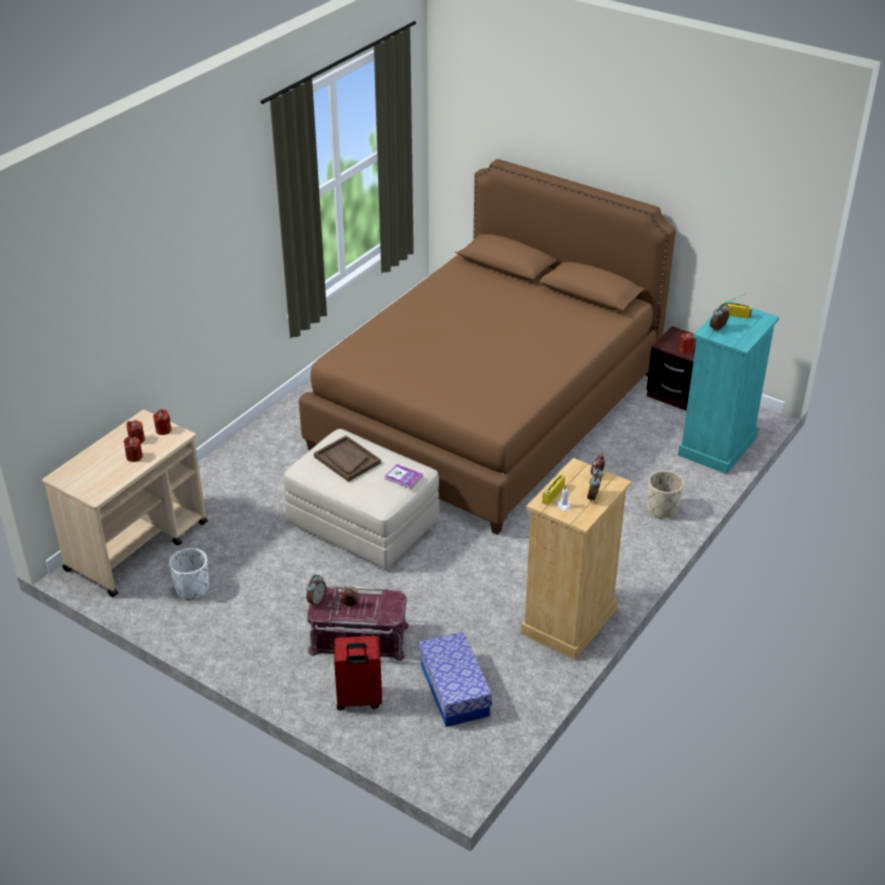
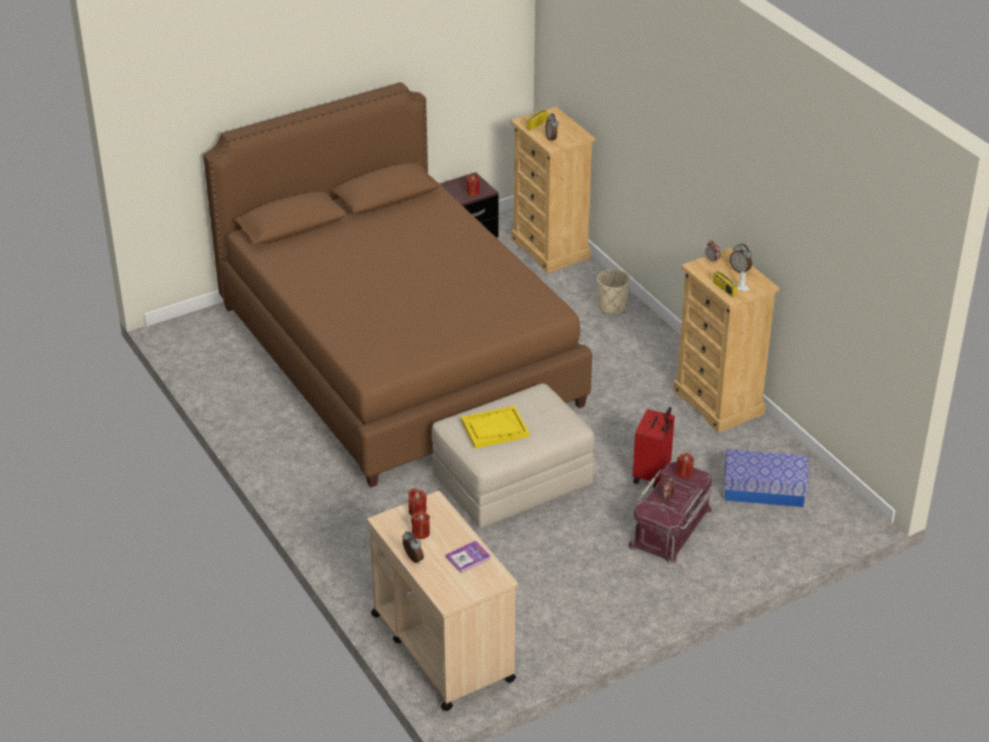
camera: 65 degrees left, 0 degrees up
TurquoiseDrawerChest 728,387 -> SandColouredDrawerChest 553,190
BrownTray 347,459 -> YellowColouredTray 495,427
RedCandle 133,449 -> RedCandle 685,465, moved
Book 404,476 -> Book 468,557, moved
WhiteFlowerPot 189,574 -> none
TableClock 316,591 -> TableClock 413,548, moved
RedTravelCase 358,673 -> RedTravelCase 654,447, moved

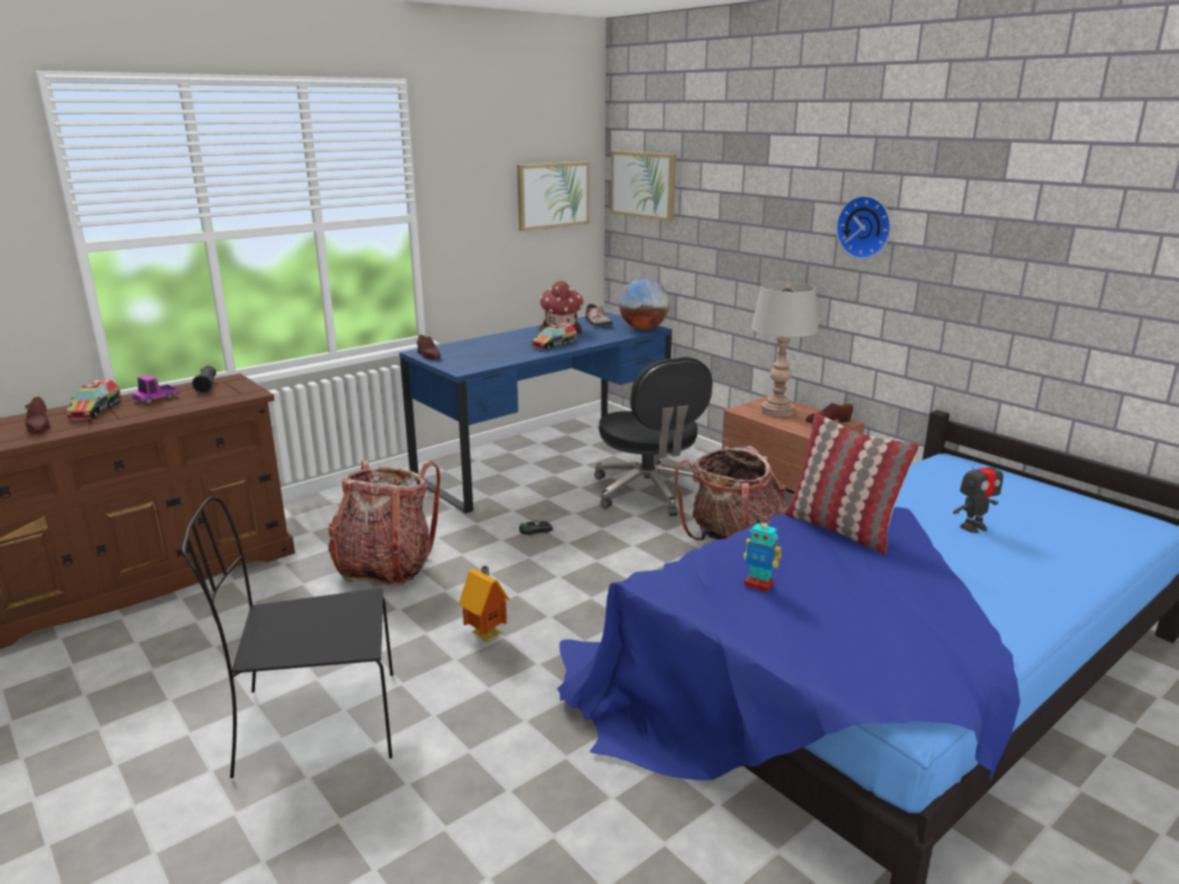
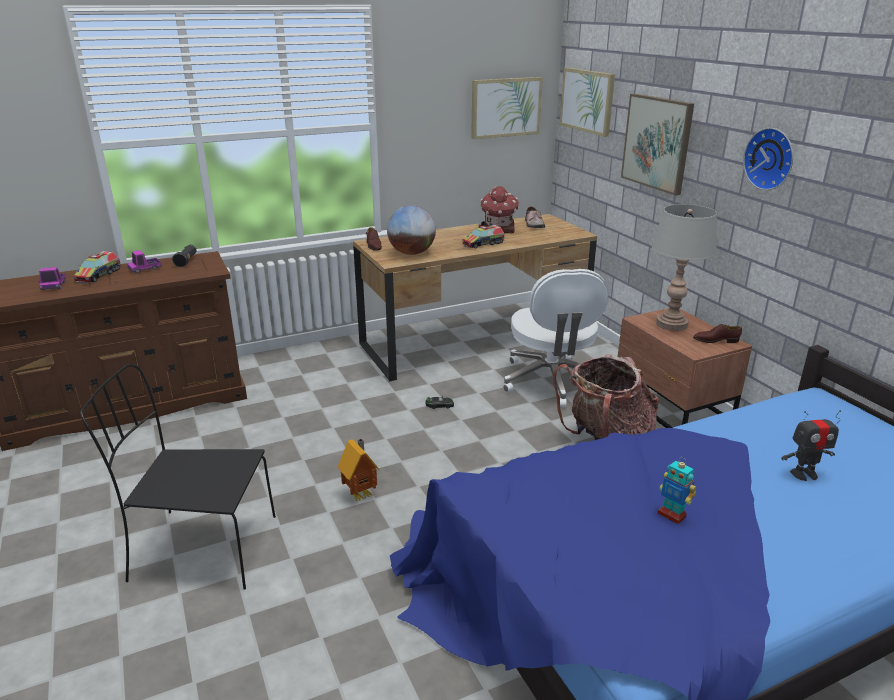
camera: 15 degrees right, 5 degrees up
WorldGlobe 644,304 -> WorldGlobe 411,230, moved
BlueDeskTable 535,413 -> BrownDeskTable 475,298
BlackComputerChair 653,436 -> WhiteComputerChair 555,338
BrownShoe 37,415 -> ToyLorry 52,278
Cushion 851,483 -> none
Knapsack 384,523 -> none
RobotFigure 762,554 -> RobotFigure 677,490, moved
none -> Picture 657,145

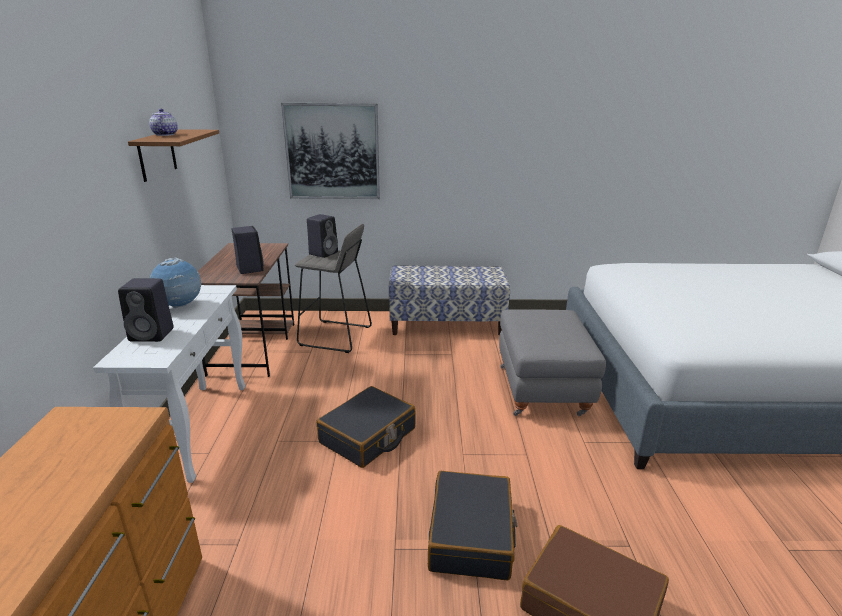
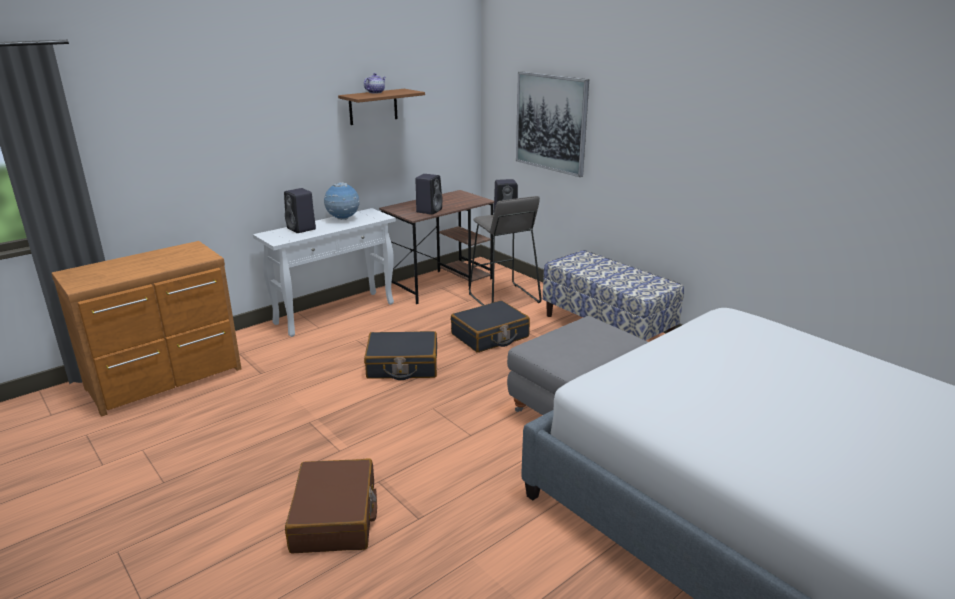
camera: 50 degrees right, 0 degrees up
BlackTravelCase 472,526 -> BlackTravelCase 490,326, moved

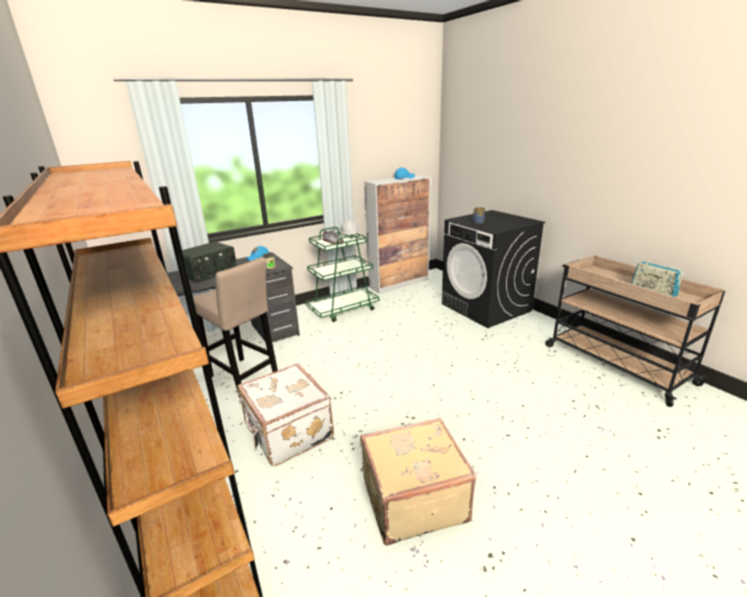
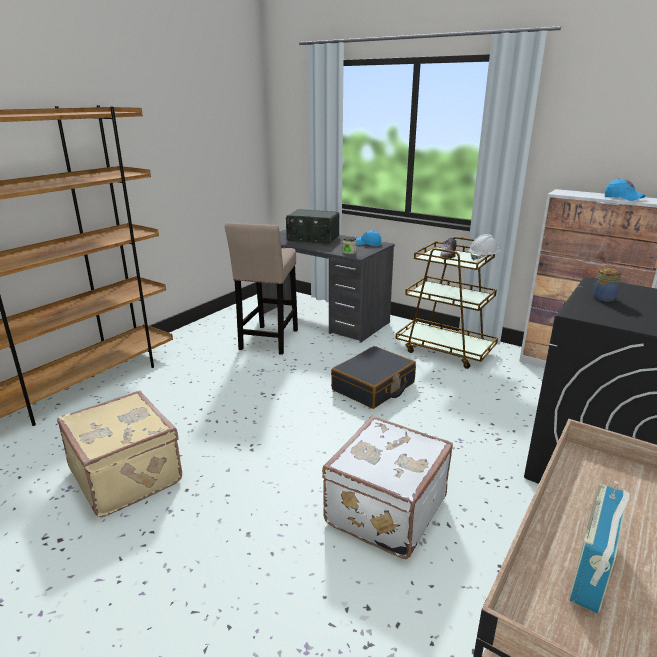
camera: 65 degrees right, 0 degrees up
GreenishTrolley 342,274 -> BrownTrolley 446,303
WhiteTravelCase 285,414 -> WhiteTravelCase 387,487, moved
none -> BlackTravelCase 373,377

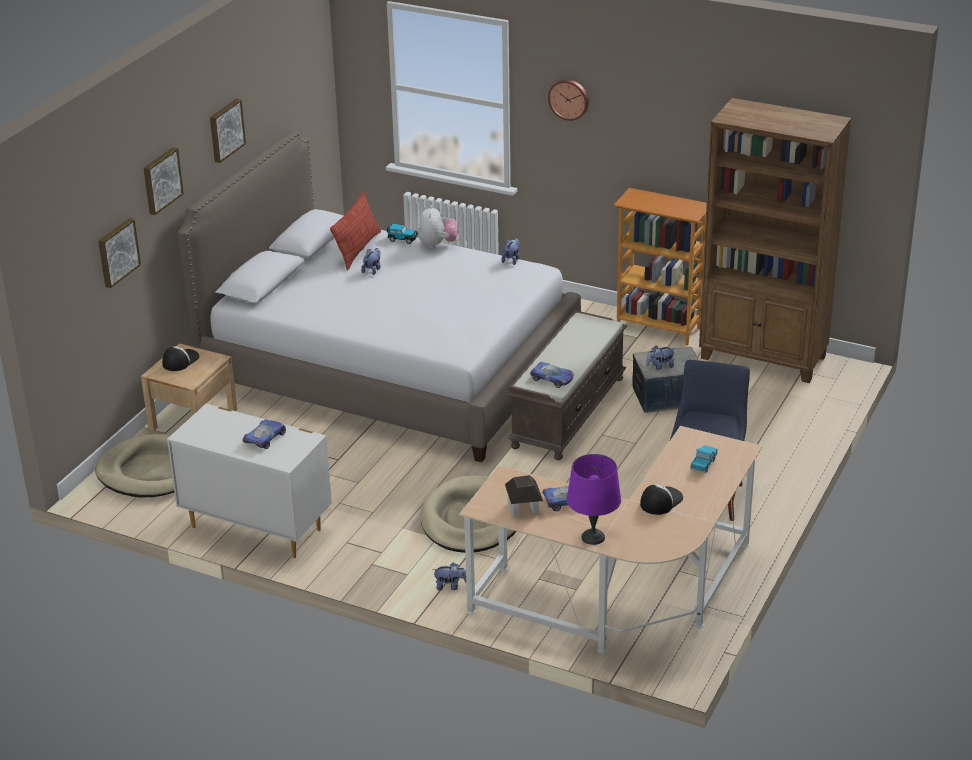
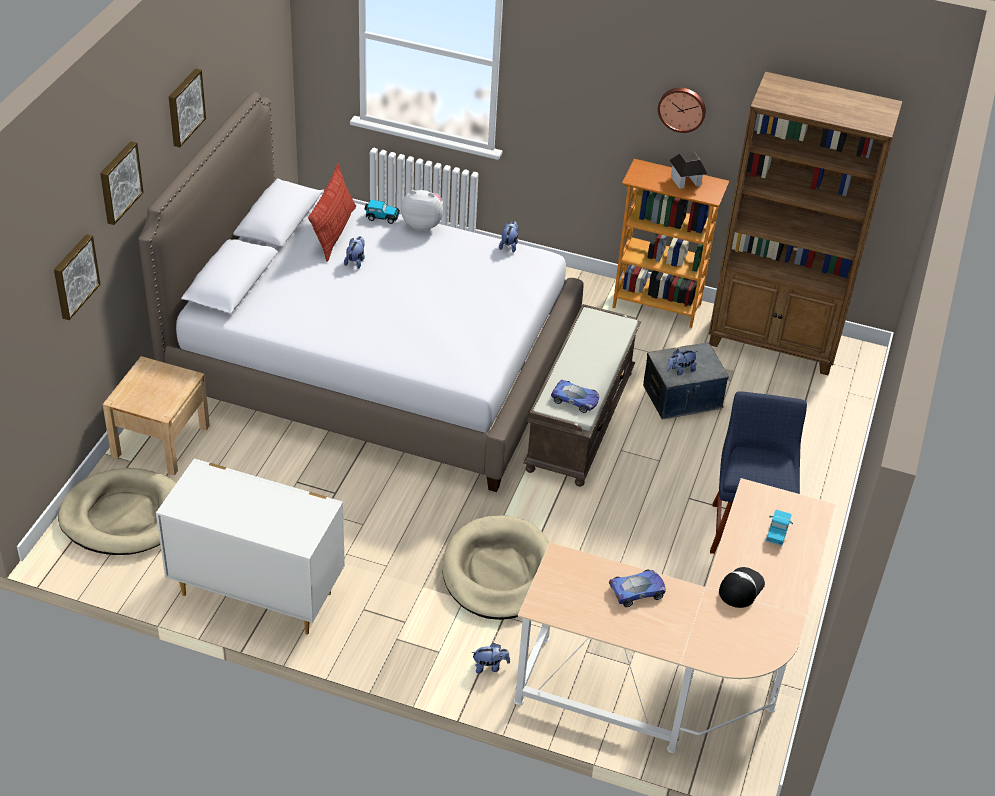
camera: 10 degrees left, 10 degrees up
HangingClock 568,100 -> HangingClock 682,110, moved
SoftToy 438,226 -> SoftToy 422,210, 75 degrees counterclockwise
PeakedCap 180,358 -> none
MiniatureCar 264,434 -> none
PurpleColouredTabletopLamp 594,499 -> none
ModelHouse 524,496 -> ModelHouse 688,170, moved

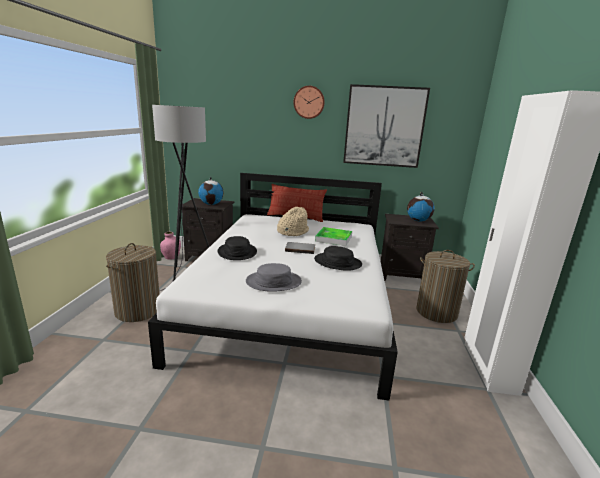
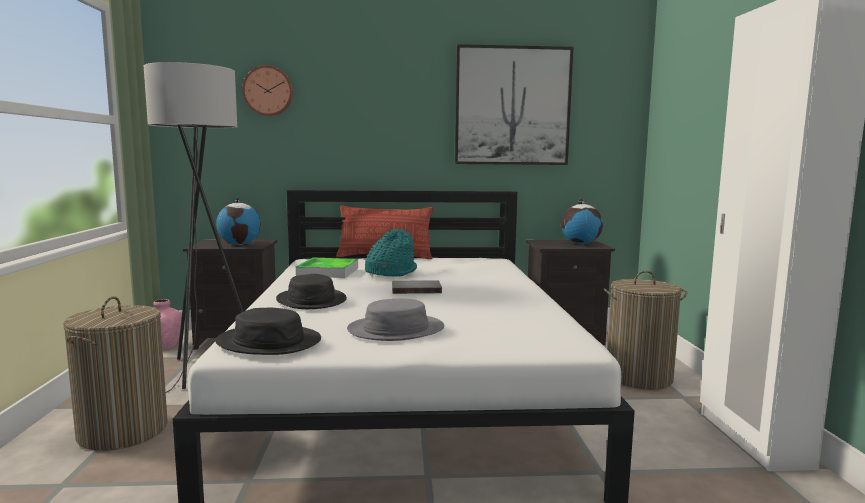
camera: 10 degrees left, 10 degrees down
HangingClock 309,102 -> HangingClock 267,90, moved
SandColouredHat 293,221 -> TurquoiseHat 391,253
Tray 333,236 -> Tray 327,267, moved
BlackHat 338,258 -> BlackHat 268,331, moved

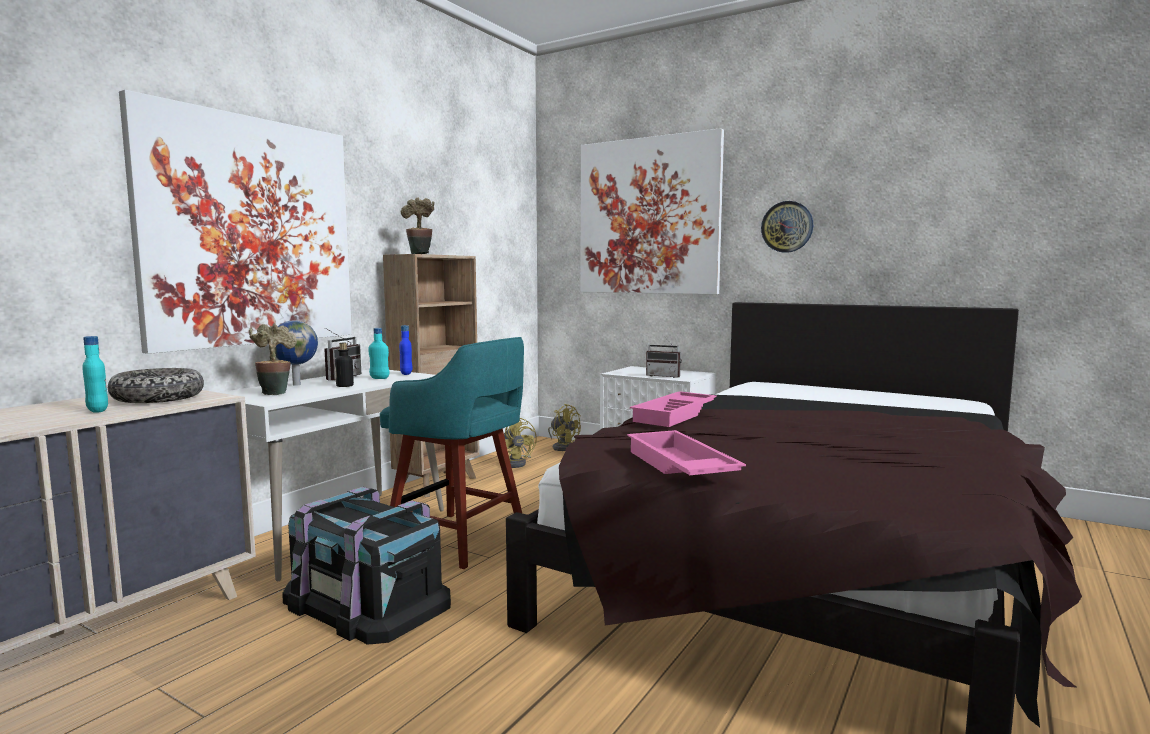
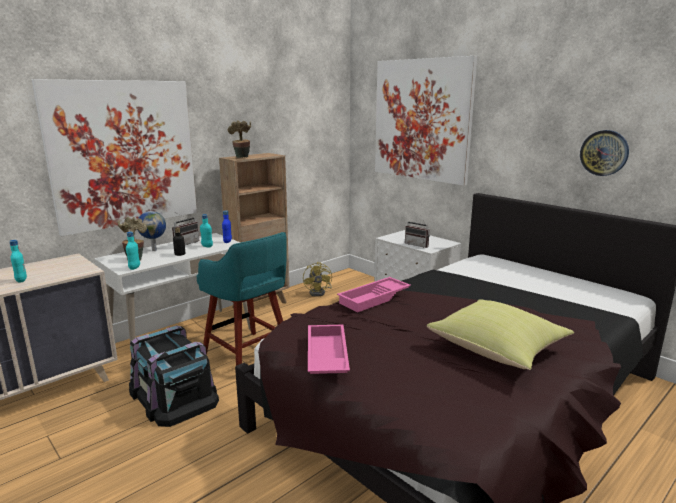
camera: 15 degrees right, 10 degrees up
HangingClock 787,227 -> HangingClock 604,153, moved
ServingBowl 156,385 -> none
YellowColouredFan 564,427 -> none
none -> TurquoiseBeverageBottle 133,251
none -> YellowColouredCushion 500,334

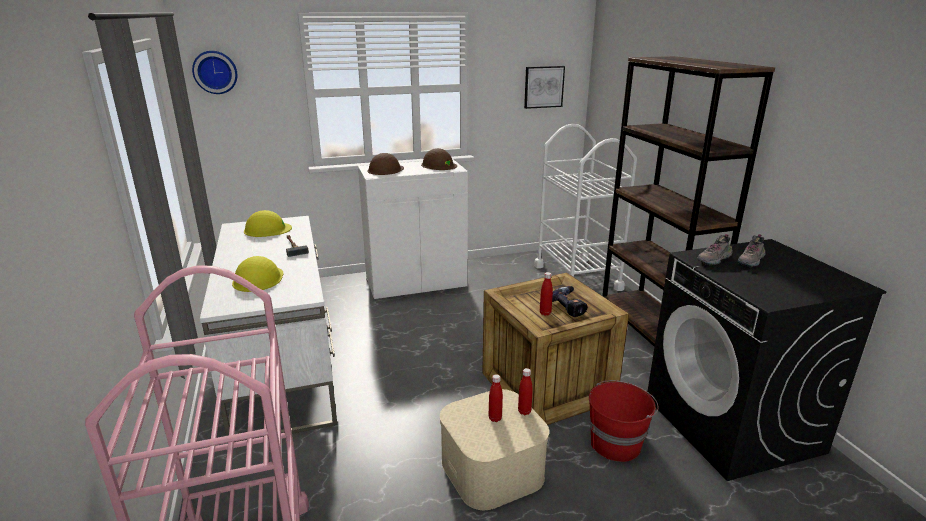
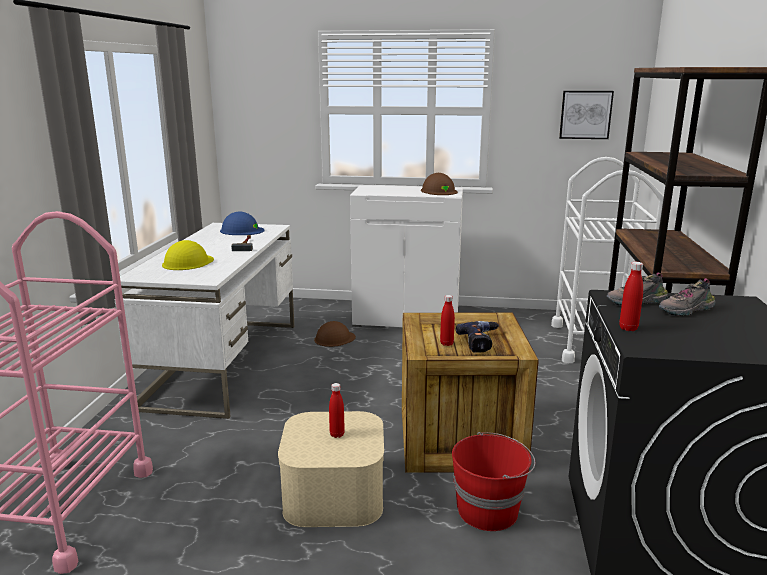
camera: 25 degrees right, 5 degrees down
HangingClock 214,72 -> none
BrownSafetyHelmet 385,164 -> BrownSafetyHelmet 335,334, moved
YellowColouredSafetyHelmet 268,223 -> BlueSafetyHelmet 242,223
RedBeverageBottle 525,391 -> RedBeverageBottle 631,296, moved

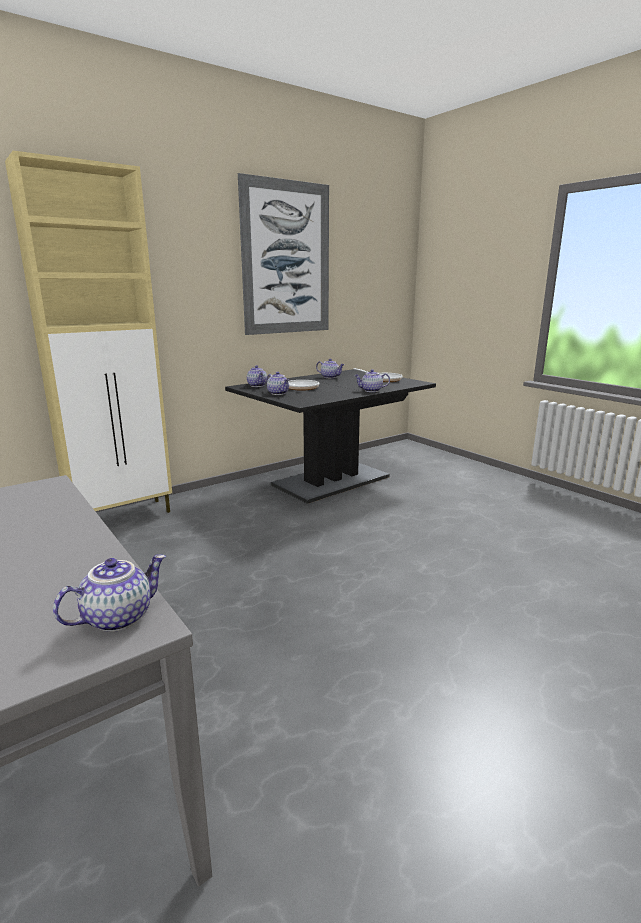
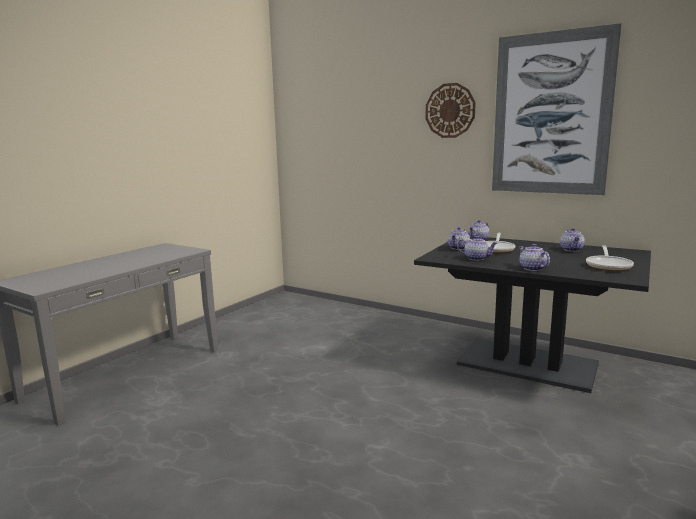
camera: 70 degrees right, 5 degrees down
SandColouredStorageCabinet 88,332 -> none
TeaPot 109,593 -> TeaPot 477,248, moved
none -> HangingClock 450,110

